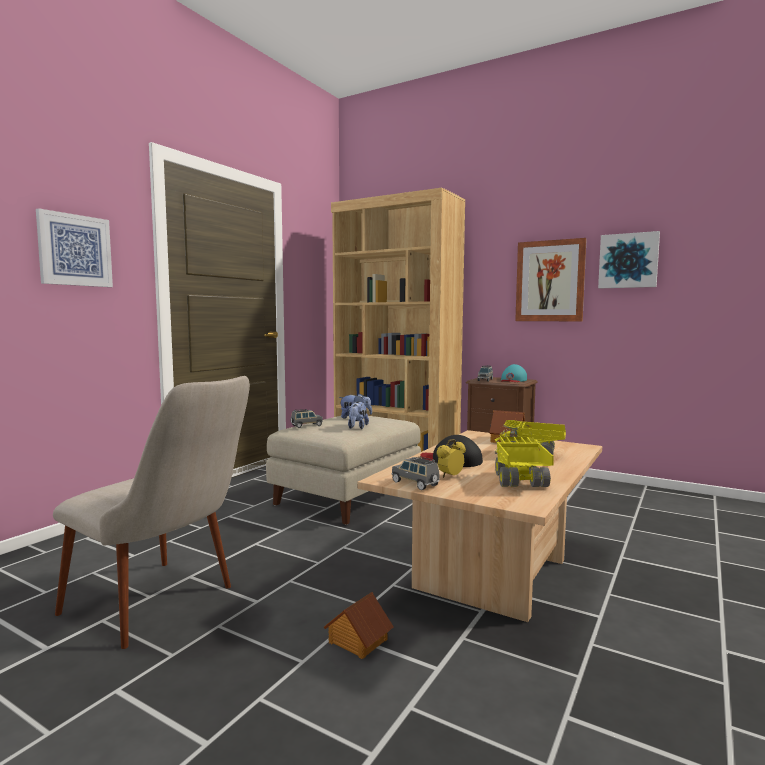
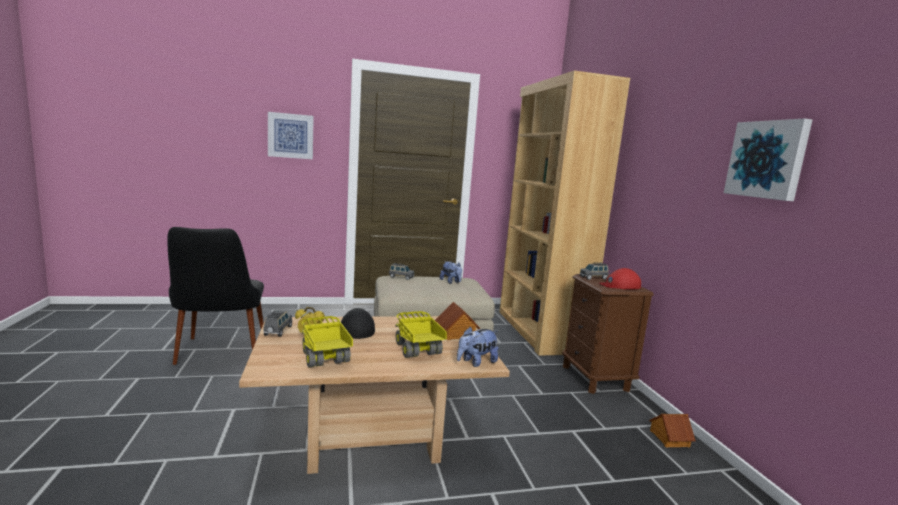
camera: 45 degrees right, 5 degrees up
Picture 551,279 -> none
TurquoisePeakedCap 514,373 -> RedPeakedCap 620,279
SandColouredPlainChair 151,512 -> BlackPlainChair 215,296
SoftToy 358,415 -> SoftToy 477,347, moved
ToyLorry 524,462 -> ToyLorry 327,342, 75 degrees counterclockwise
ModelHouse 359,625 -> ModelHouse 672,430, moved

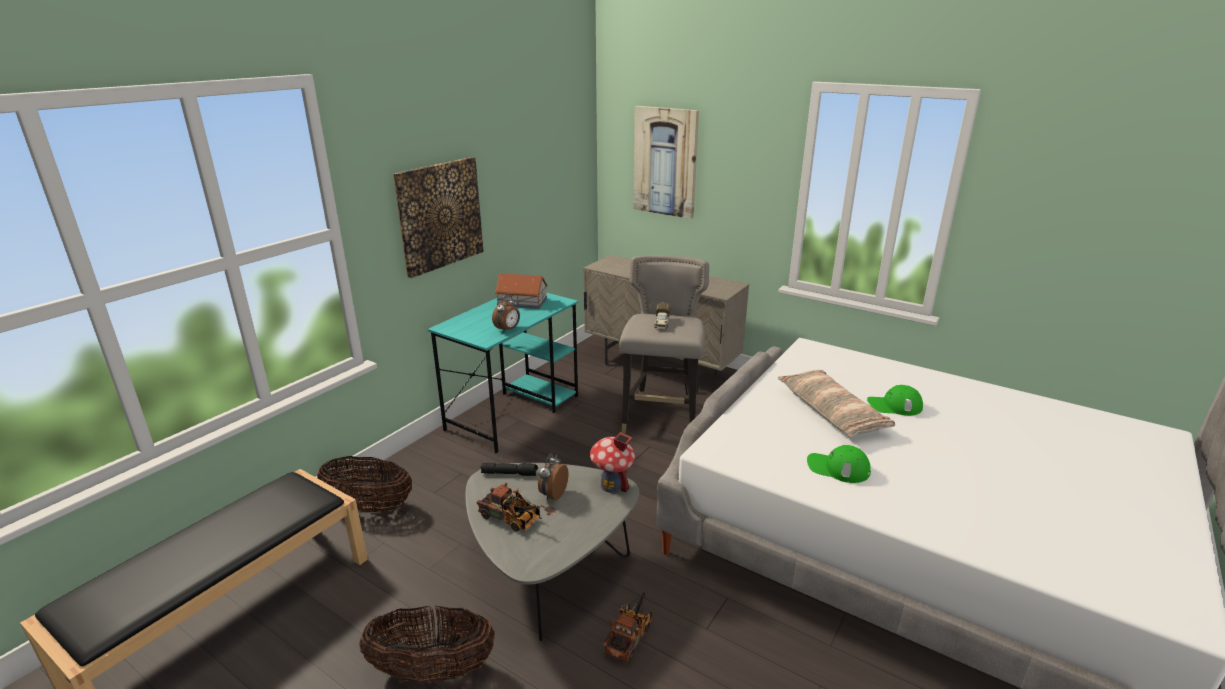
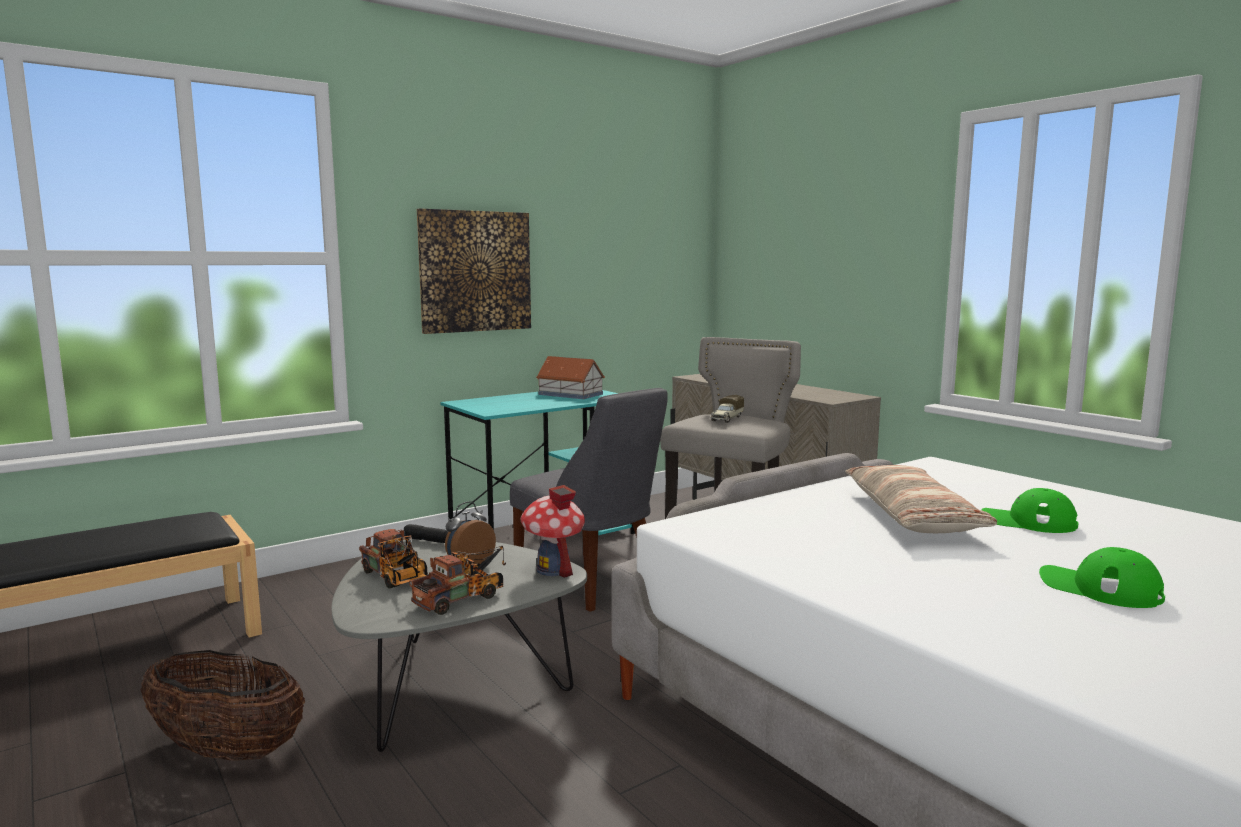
camera: 20 degrees right, 15 degrees down
Picture 666,162 -> none
TableClock 506,313 -> none
GreenishPeakedCap 839,464 -> GreenishPeakedCap 1102,577, moved
StorageBasket 364,484 -> none
ToyLorry 627,626 -> ToyLorry 457,580, moved
none -> GreyishPlainChair 589,499

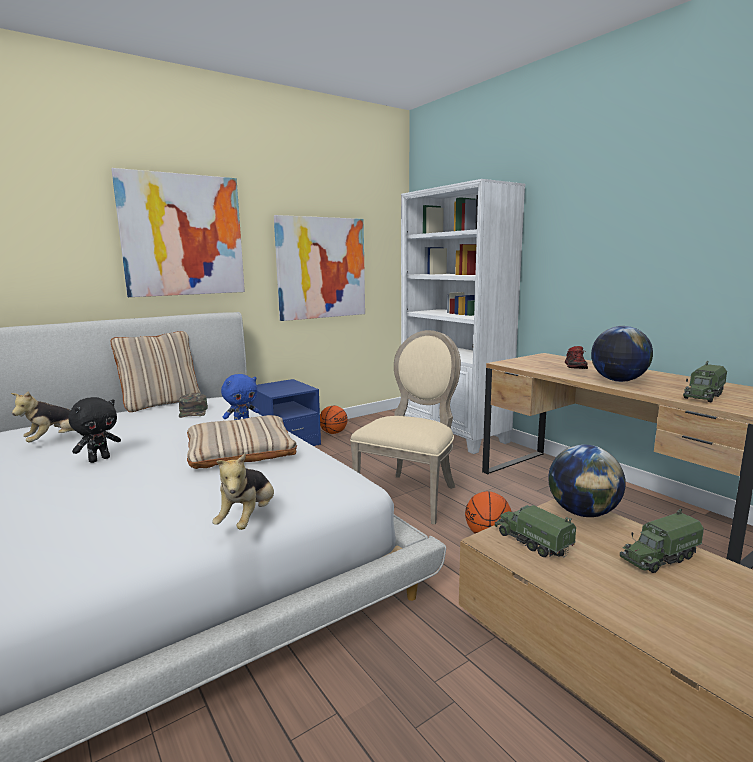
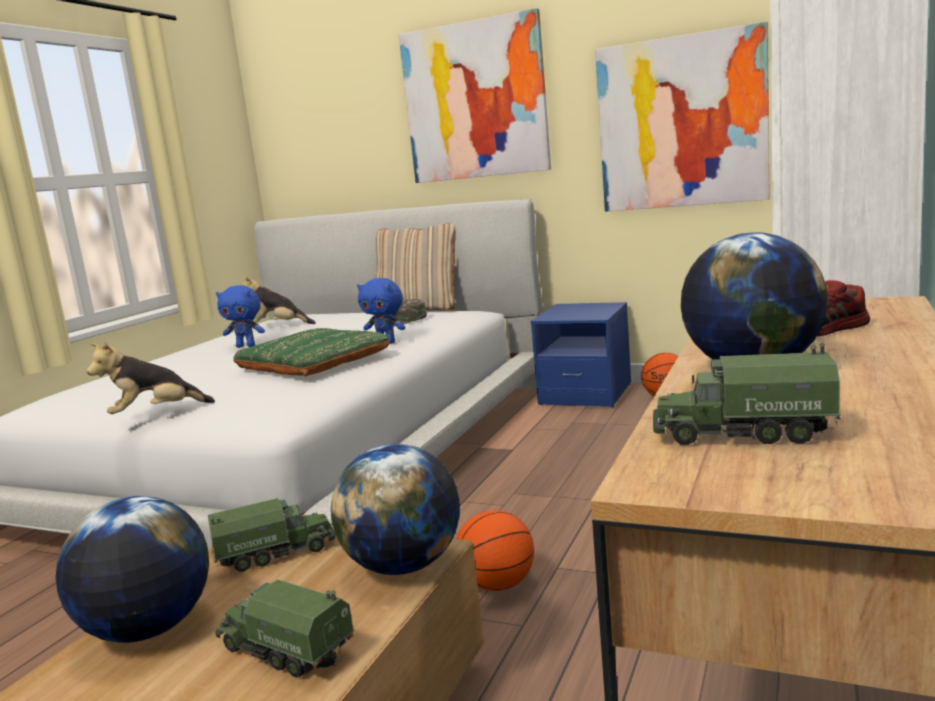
camera: 60 degrees right, 0 degrees up
SandColouredPlainChair 405,427 -> none
BlackSoftToy 94,430 -> BlueSoftToy 240,316
SandColouredCushion 242,442 -> GreenishCushion 311,352
ToyLorry 535,531 -> ToyLorry 272,535, 45 degrees clockwise
none -> WorldGlobe 132,569

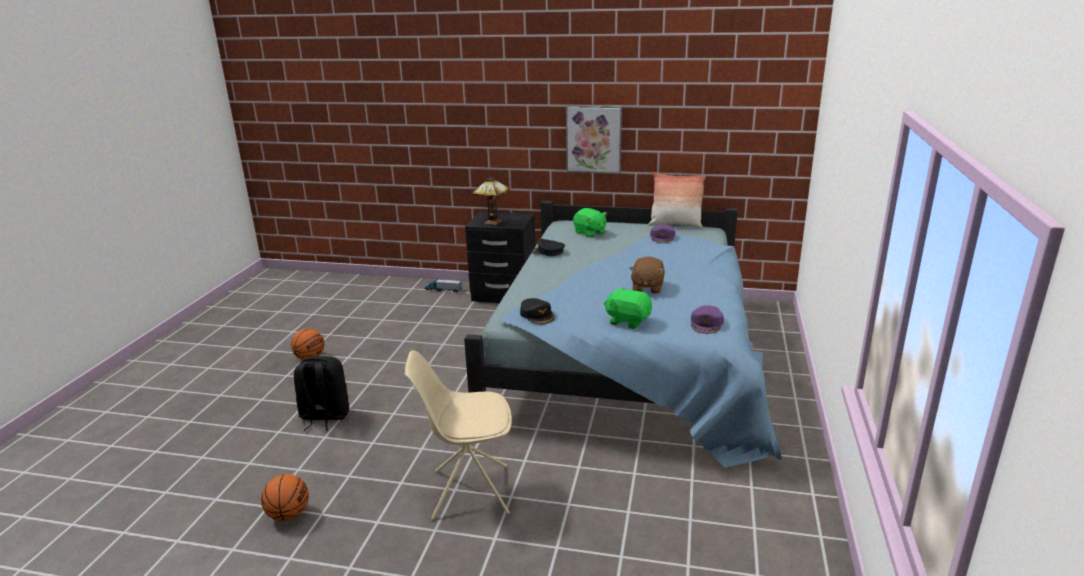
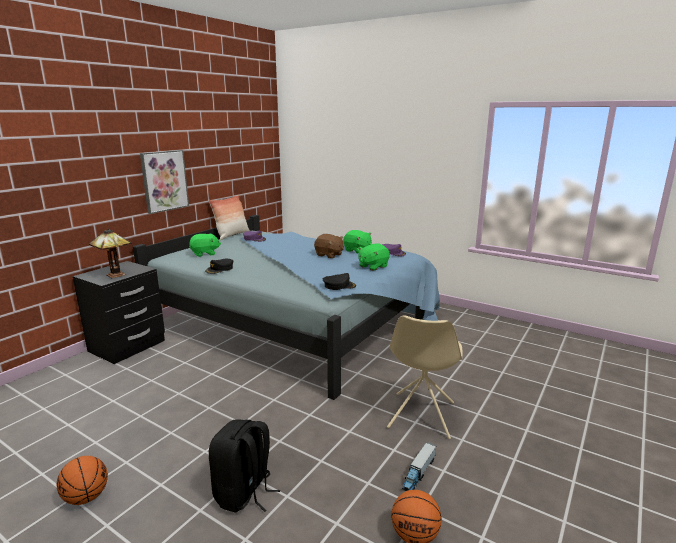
camera: 70 degrees left, 5 degrees down
ToyLorry 443,286 -> ToyLorry 419,466, moved
none -> GreenishSoftToy 357,242

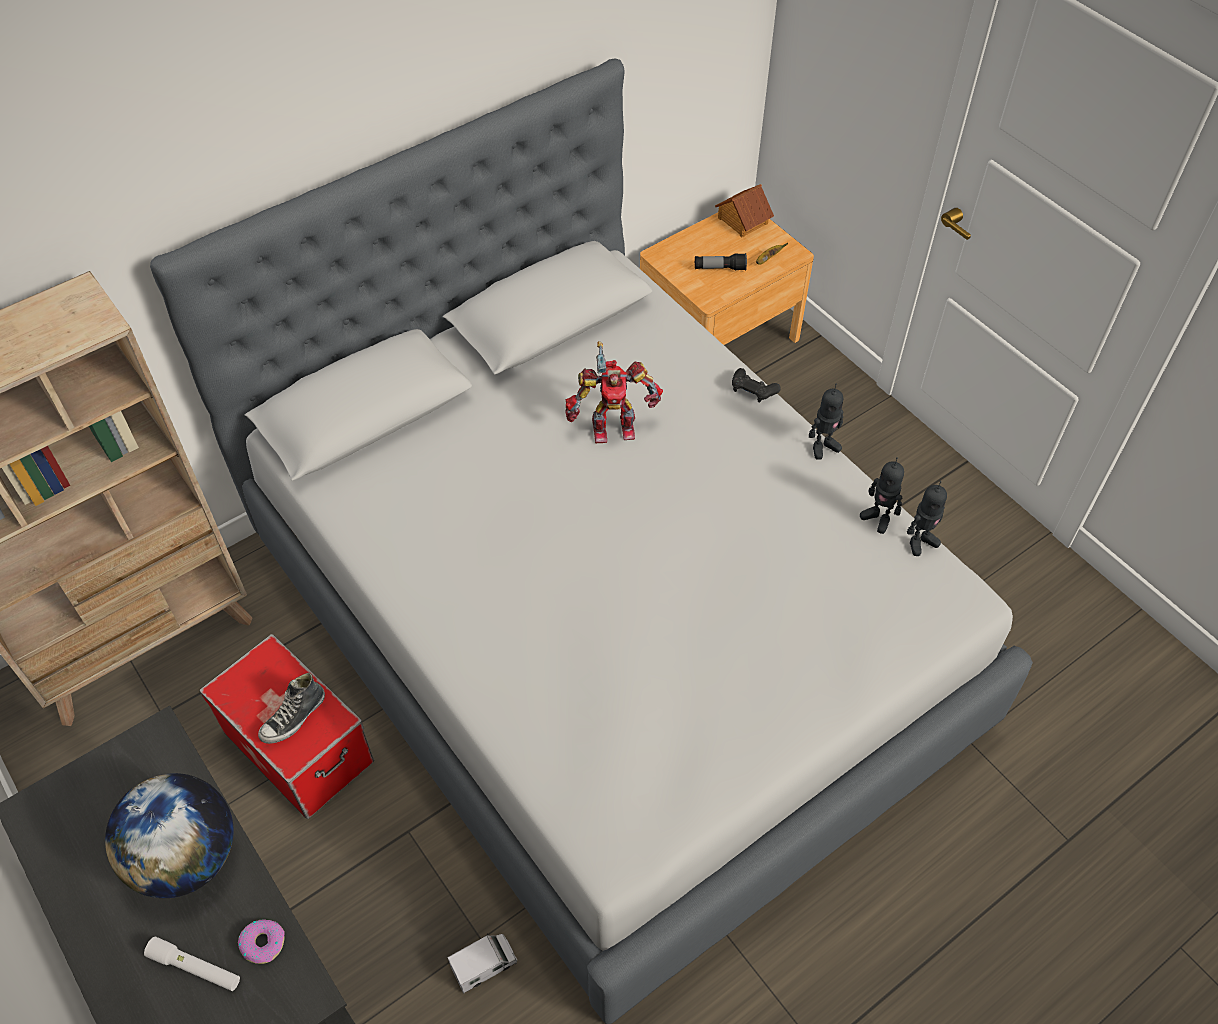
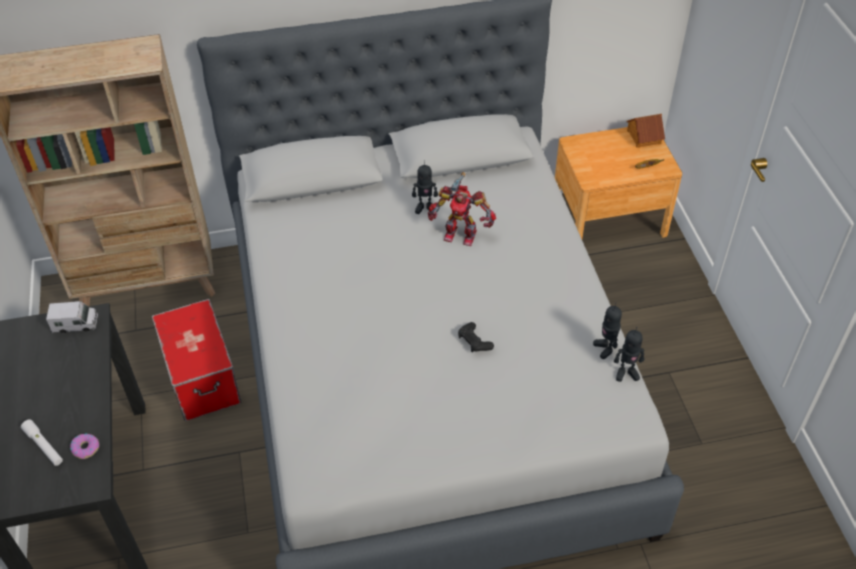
camera: 25 degrees right, 5 degrees down
HandTorch 721,262 -> none
BlackGameController 756,385 -> BlackGameController 476,337, moved
RobotFigure 826,422 -> RobotFigure 425,187, moved
Shoe 291,708 -> none
WorldGlobe 169,835 -> none
ToyLorry 482,963 -> ToyLorry 72,317, moved

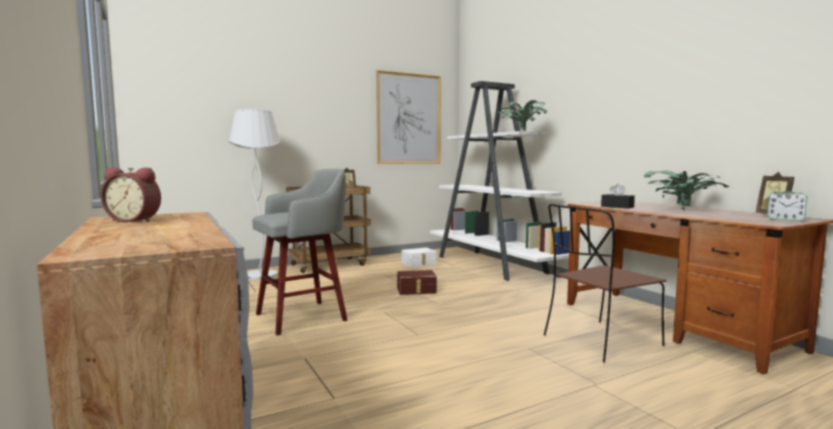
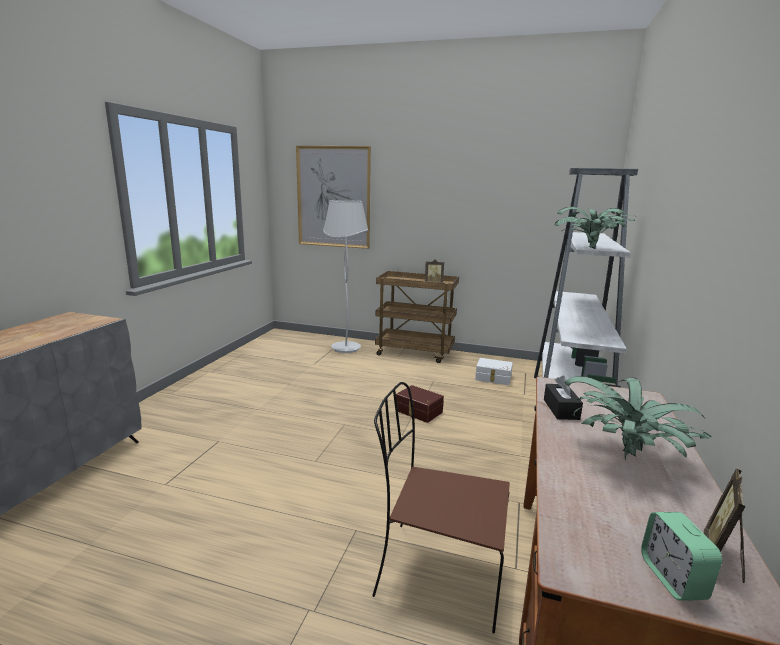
camera: 45 degrees right, 10 degrees up
Picture 408,117 -> Picture 333,197, moved
TableClock 131,194 -> none
GreyishSittingStool 300,252 -> none

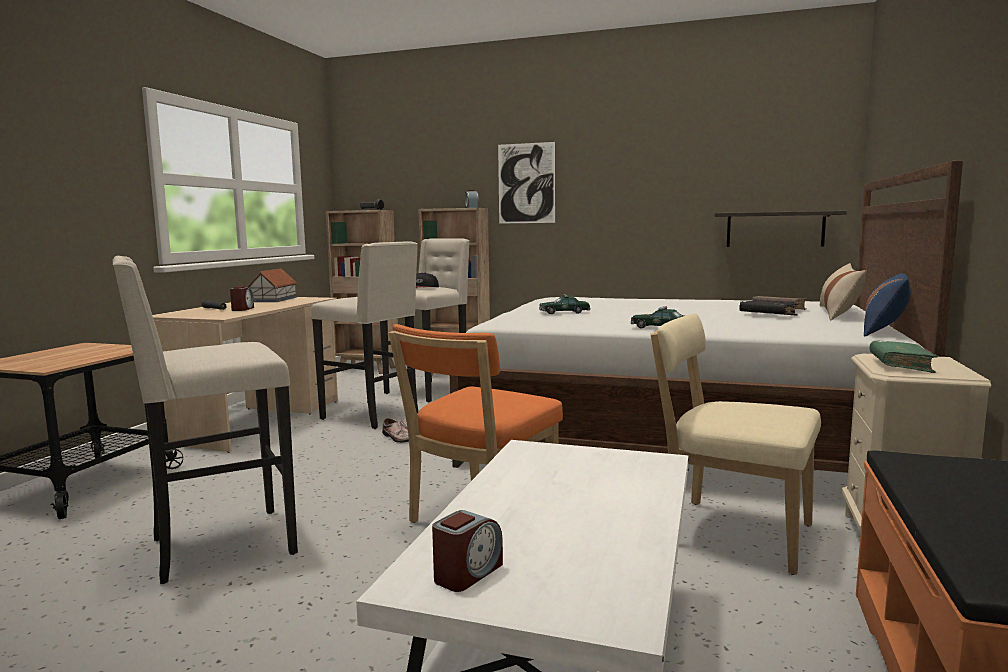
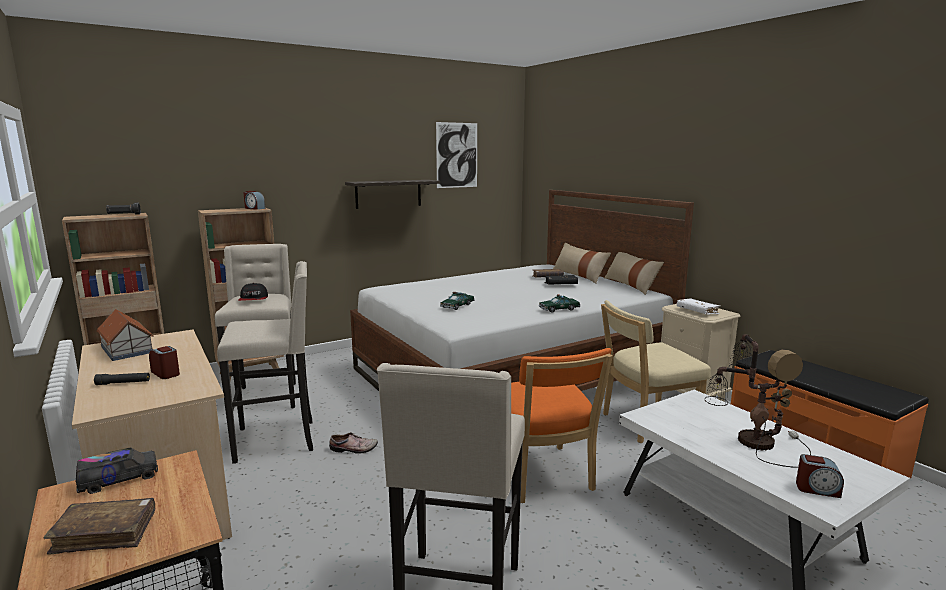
camera: 50 degrees left, 5 degrees up
Picture 526,183 -> Picture 456,155, moved
WallShelf 781,229 -> WallShelf 392,194, moved
BlueCushion 887,304 -> SandColouredCushion 634,273
GreenishBook 903,357 -> WhiteBook 698,307
TableClock 467,551 -> TableClock 820,476, 120 degrees clockwise
none -> TabletopLamp 758,401
none -> ToyLorry 117,471
none -> BrownBook 100,526

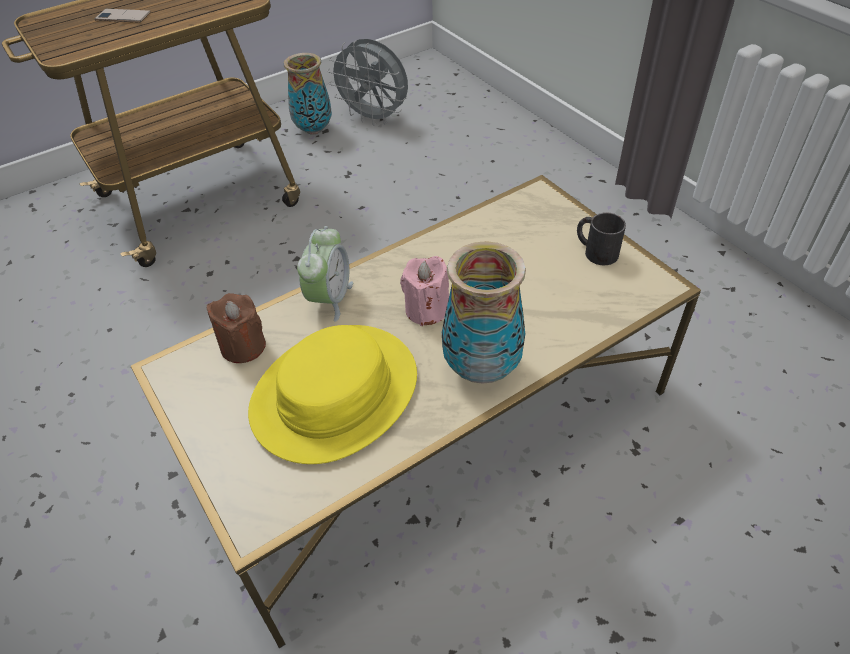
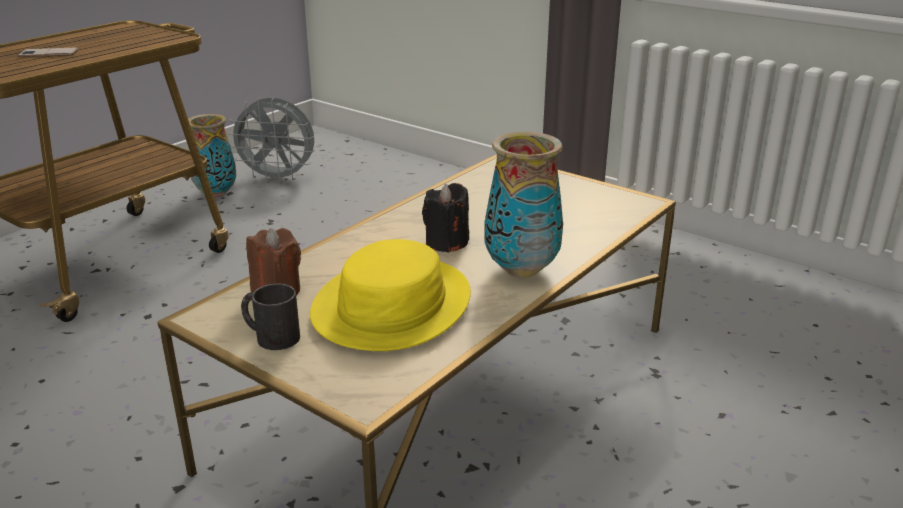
camera: 20 degrees left, 20 degrees down
BlackMug 601,238 -> BlackMug 270,317, moved
TableClock 325,274 -> none
PinkishCandle 424,291 -> BlackCandle 445,218

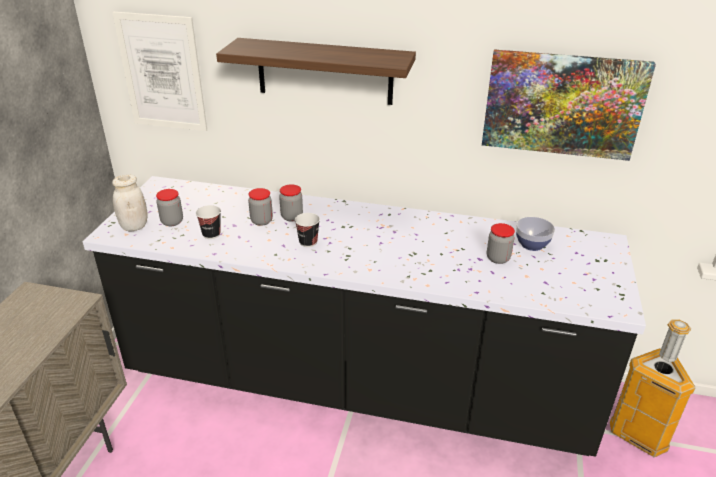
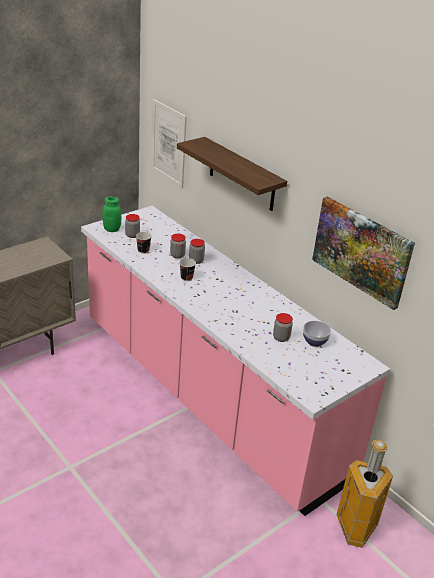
camera: 35 degrees right, 0 degrees up
WhiteStorageJar 130,203 -> GreenishStorageJar 111,214
BlackKitchenBaseUnit 364,316 -> PinkishKitchenBaseUnit 235,361

